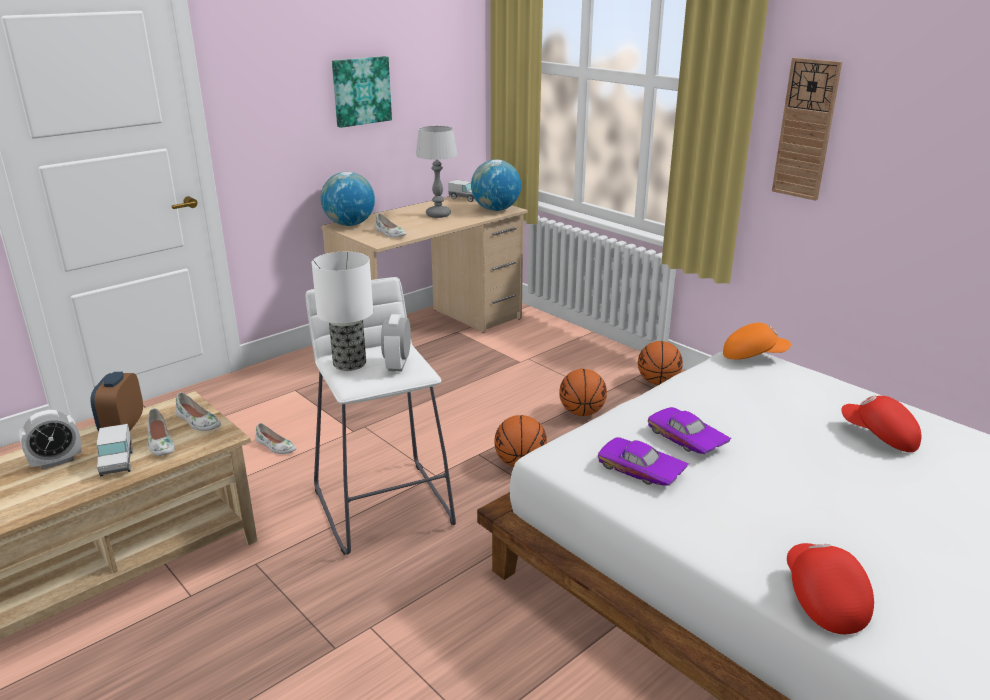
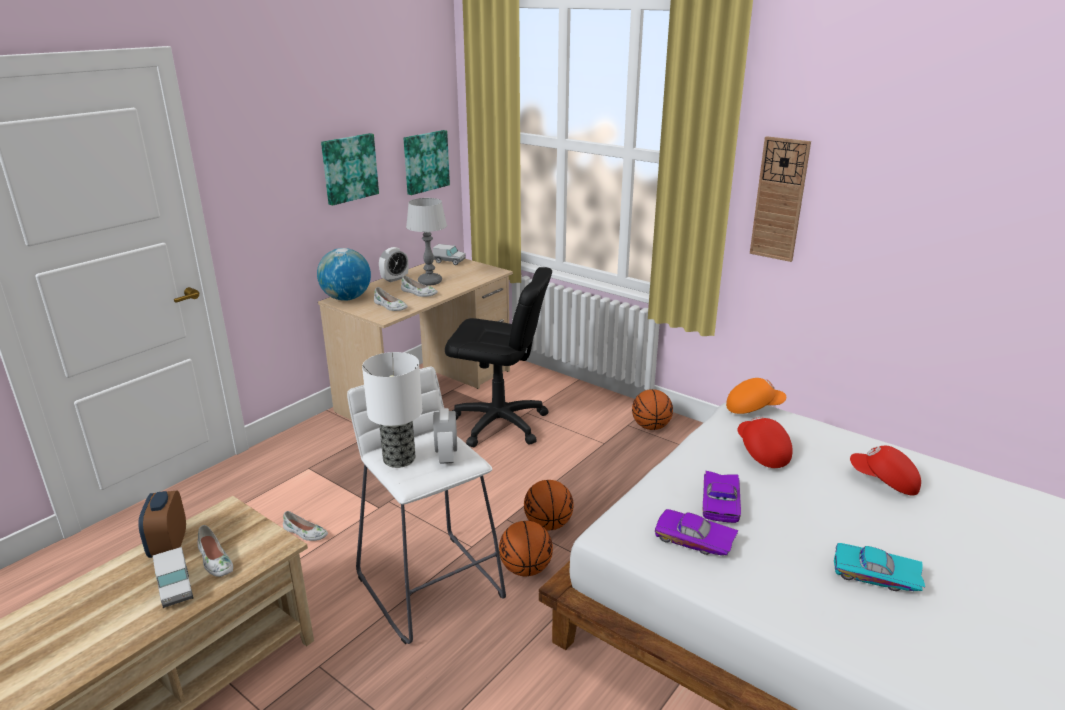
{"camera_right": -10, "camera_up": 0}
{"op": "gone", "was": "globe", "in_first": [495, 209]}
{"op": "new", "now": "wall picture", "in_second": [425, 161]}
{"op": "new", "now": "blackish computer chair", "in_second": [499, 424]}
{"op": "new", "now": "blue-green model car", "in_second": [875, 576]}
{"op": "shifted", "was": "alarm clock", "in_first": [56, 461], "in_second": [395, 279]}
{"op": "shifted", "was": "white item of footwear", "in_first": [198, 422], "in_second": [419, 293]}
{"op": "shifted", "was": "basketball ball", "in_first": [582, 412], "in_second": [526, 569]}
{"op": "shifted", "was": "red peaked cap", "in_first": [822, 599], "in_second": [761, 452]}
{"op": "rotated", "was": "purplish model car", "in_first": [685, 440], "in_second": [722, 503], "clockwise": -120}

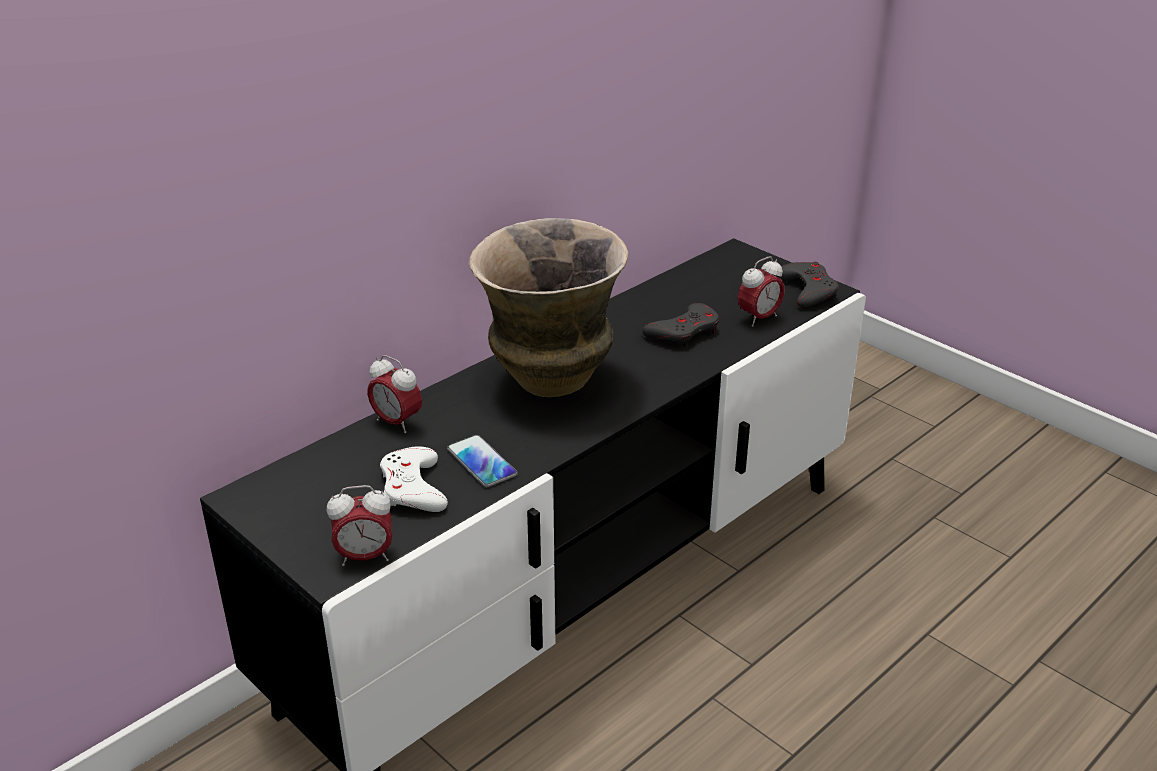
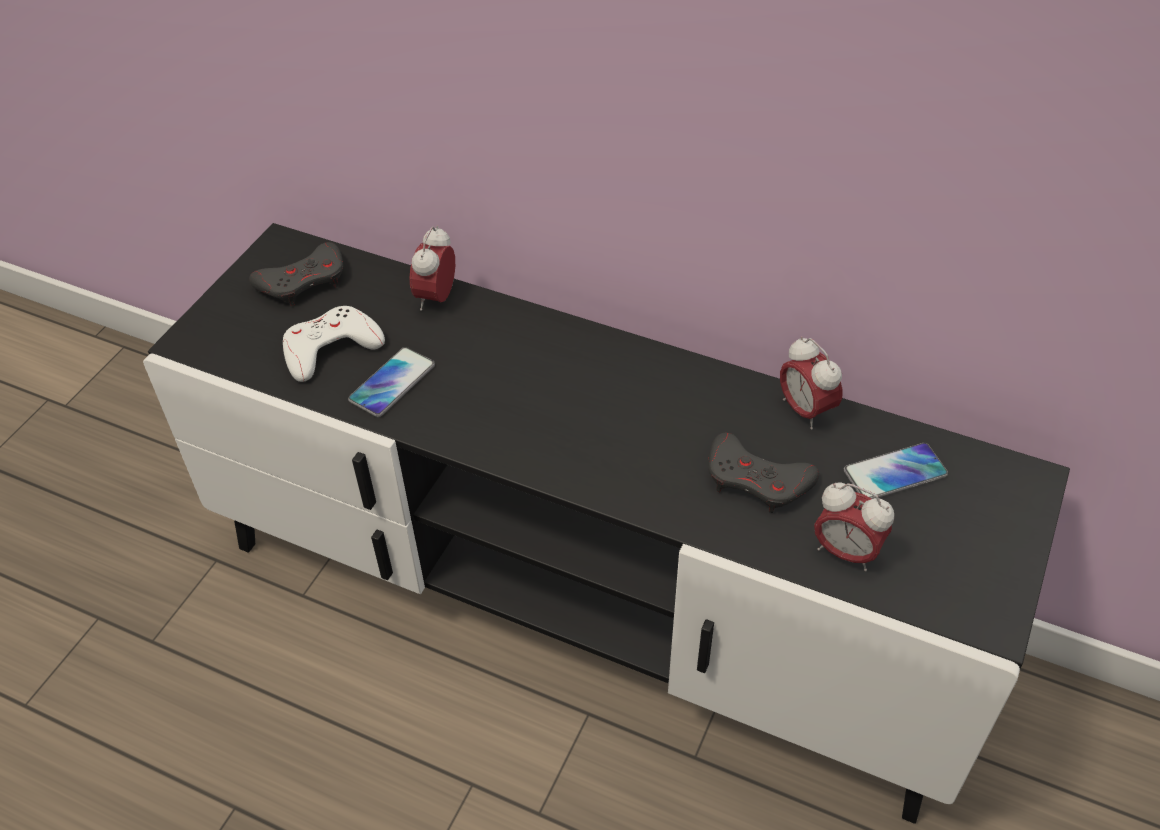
{"camera_right": 70, "camera_up": 15}
{"op": "gone", "was": "decorative vase", "in_first": [551, 381]}
{"op": "new", "now": "handset", "in_second": [895, 473]}
{"op": "shifted", "was": "alarm clock", "in_first": [365, 557], "in_second": [805, 410]}
{"op": "shifted", "was": "gray game controller", "in_first": [807, 291], "in_second": [303, 281]}

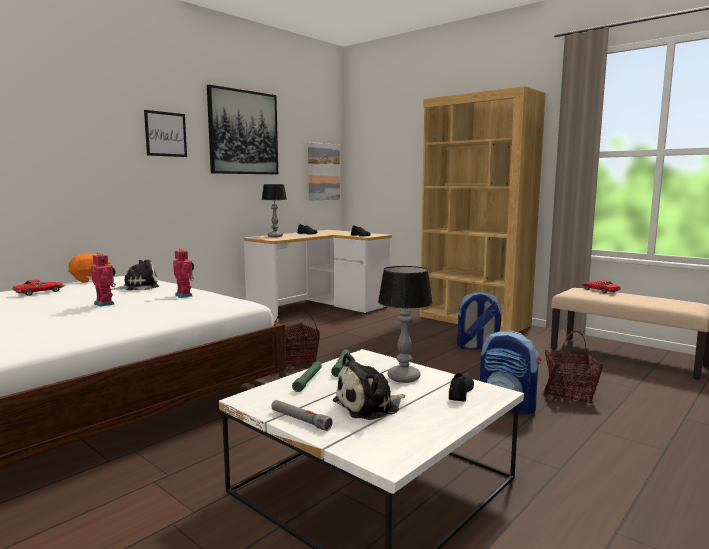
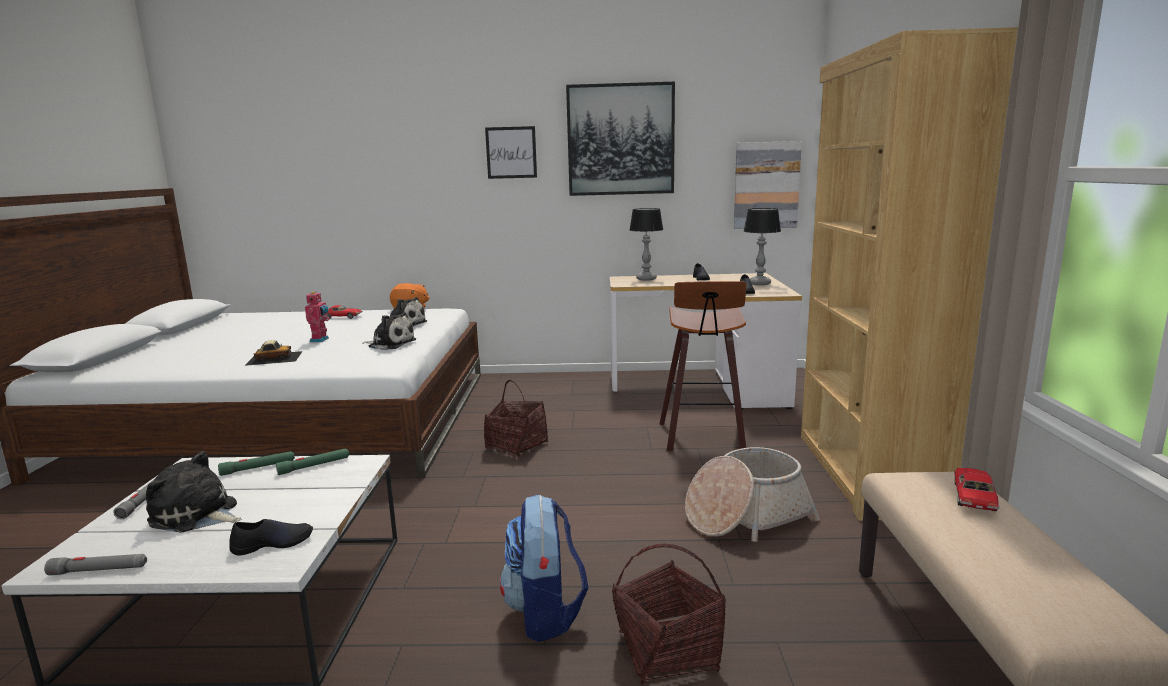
{"camera_right": 50, "camera_up": 5}
{"op": "new", "now": "gray flashlight", "in_second": [99, 570]}
{"op": "new", "now": "model car", "in_second": [274, 358]}
{"op": "new", "now": "stool seat", "in_second": [704, 438]}
{"op": "shifted", "was": "table lamp", "in_first": [403, 377], "in_second": [760, 283]}
{"op": "swapped", "was": "robot figure", "now": "cuddly toy", "in_first": [185, 295], "in_second": [390, 344]}
{"op": "swapped", "was": "rucksack", "now": "household basket", "in_first": [477, 347], "in_second": [746, 516]}

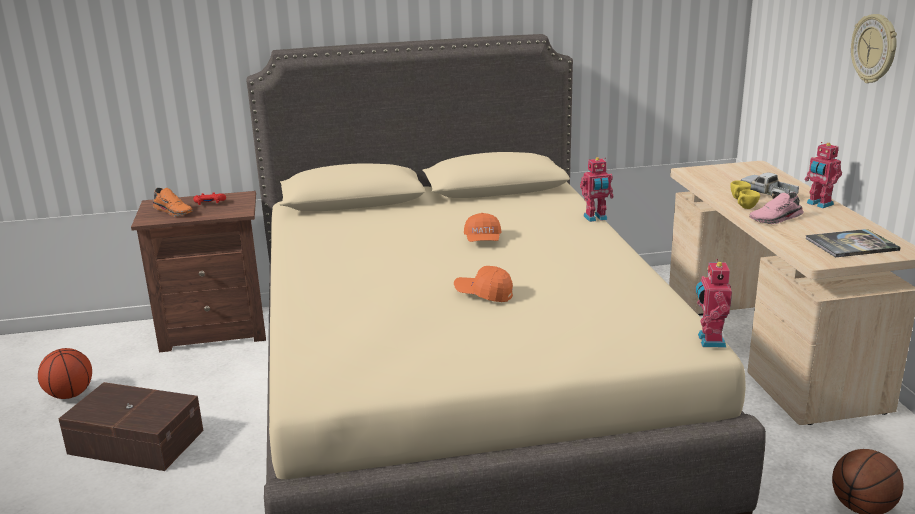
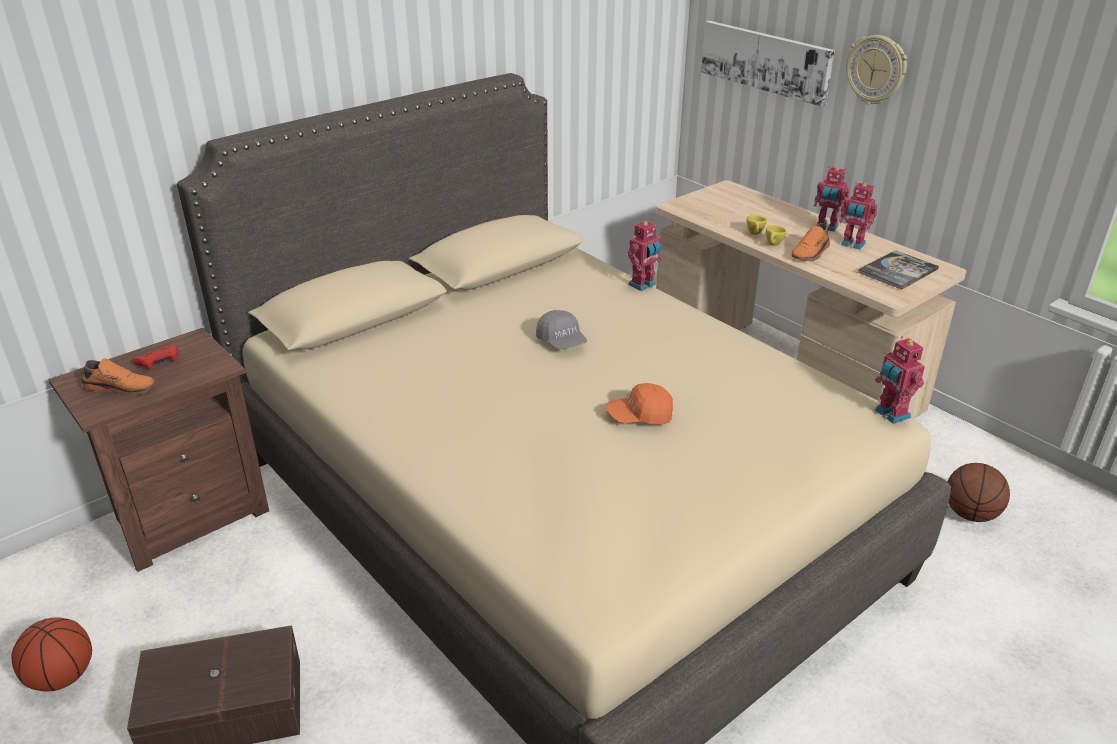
{"camera_right": -30, "camera_up": 10}
{"op": "gone", "was": "model truck", "in_first": [768, 194]}
{"op": "new", "now": "wall picture", "in_second": [765, 61]}
{"op": "new", "now": "robot figure", "in_second": [852, 244]}
{"op": "repainted", "was": "orangey peaked cap", "now": "gray peaked cap", "in_first": [483, 240], "in_second": [561, 342]}
{"op": "repainted", "was": "pinkish item of footwear", "now": "orangey item of footwear", "in_first": [776, 219], "in_second": [811, 253]}

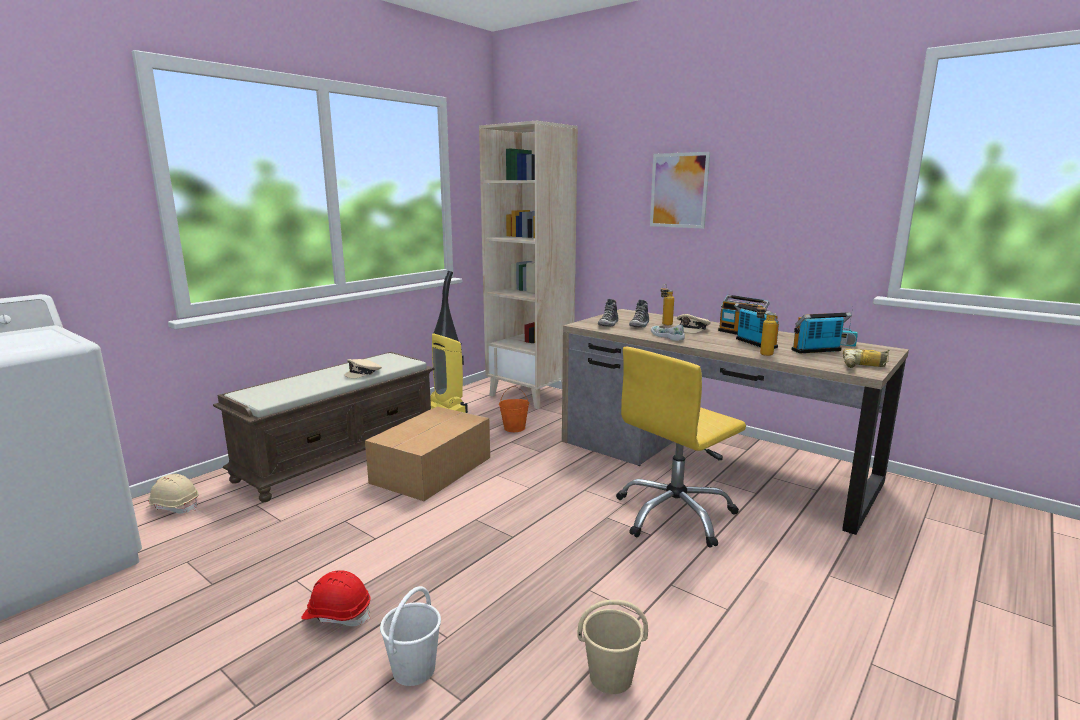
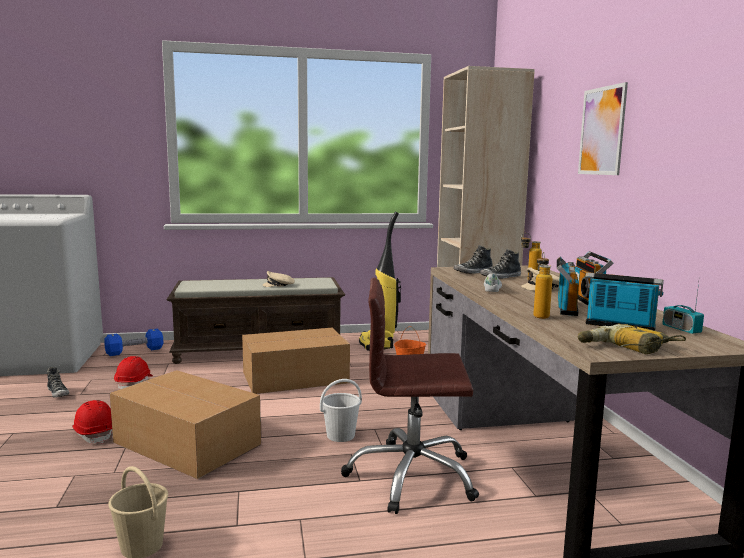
{"camera_right": 40, "camera_up": -5}
{"op": "new", "now": "item of footwear", "in_second": [58, 393]}
{"op": "new", "now": "carton", "in_second": [186, 442]}
{"op": "new", "now": "red safety helmet", "in_second": [134, 383]}
{"op": "shifted", "was": "white bucket", "in_first": [414, 669], "in_second": [341, 435]}
{"op": "swapped", "was": "beige-coloured safety helmet", "now": "blue-coloured dumbbell", "in_first": [174, 506], "in_second": [134, 351]}
{"op": "repainted", "was": "yellowish computer chair", "now": "brown computer chair", "in_first": [675, 515], "in_second": [411, 476]}

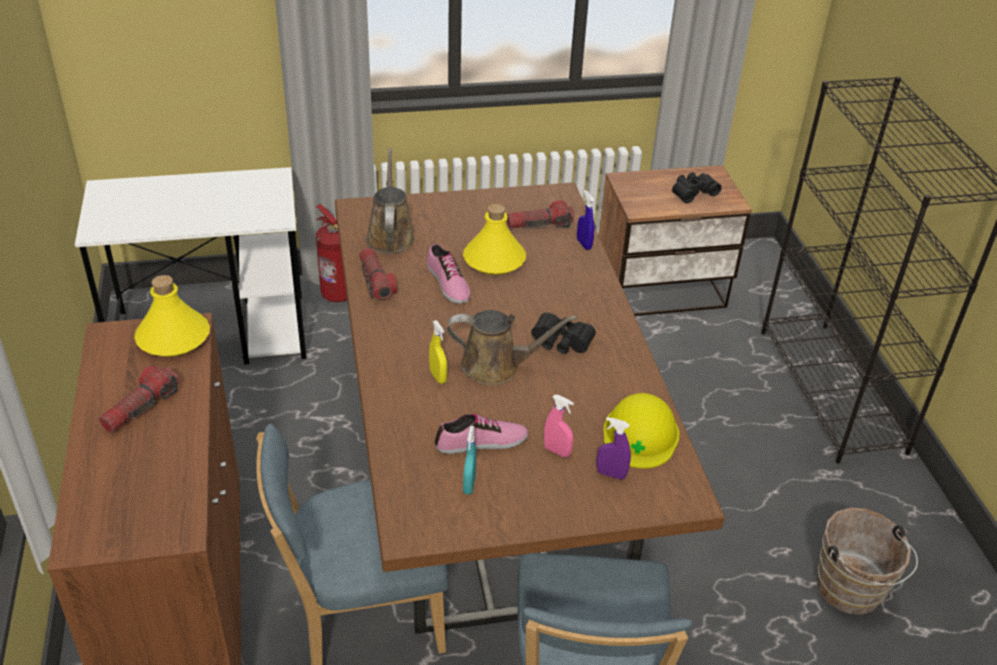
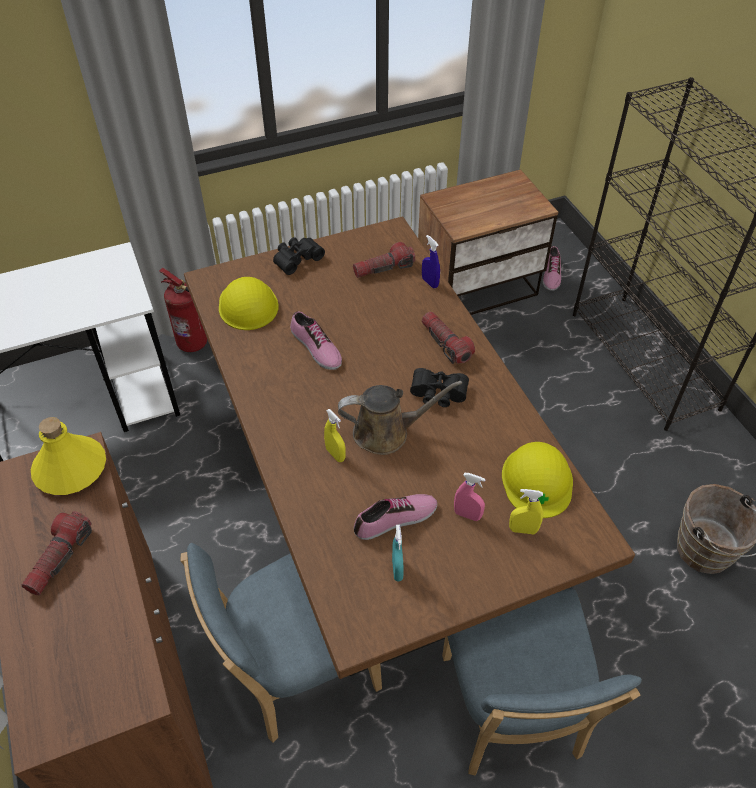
{"camera_right": -10, "camera_up": 10}
{"op": "gone", "was": "yellowish beverage bottle", "in_first": [494, 260]}
{"op": "new", "now": "item of footwear", "in_second": [550, 274]}
{"op": "shifted", "was": "flashlight", "in_first": [376, 281], "in_second": [446, 343]}
{"op": "shifted", "was": "blackish field glasses", "in_first": [693, 192], "in_second": [296, 259]}
{"op": "swapped", "was": "brown sprinkling can", "now": "yellowish safety helmet", "in_first": [390, 236], "in_second": [248, 305]}
{"op": "repainted", "was": "purplish spray bottle", "now": "yellowish spray bottle", "in_first": [611, 474], "in_second": [523, 530]}

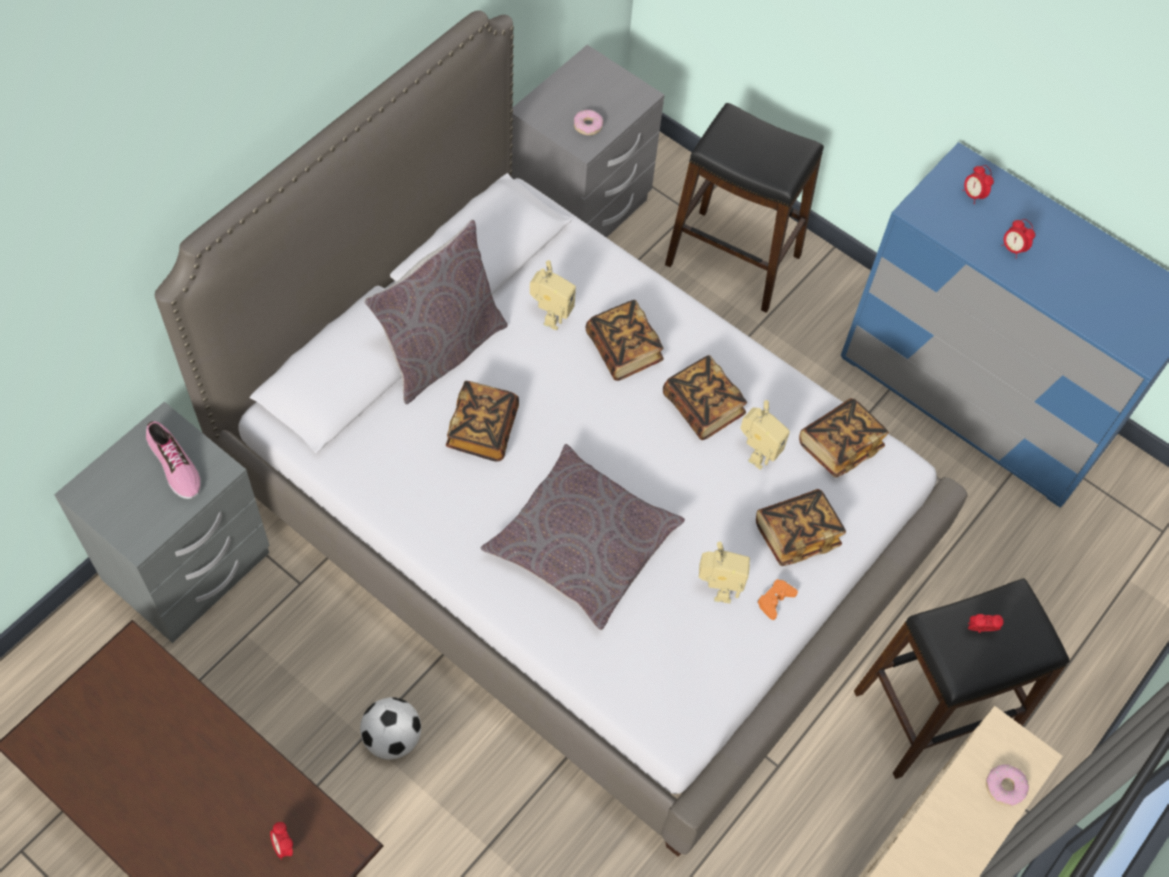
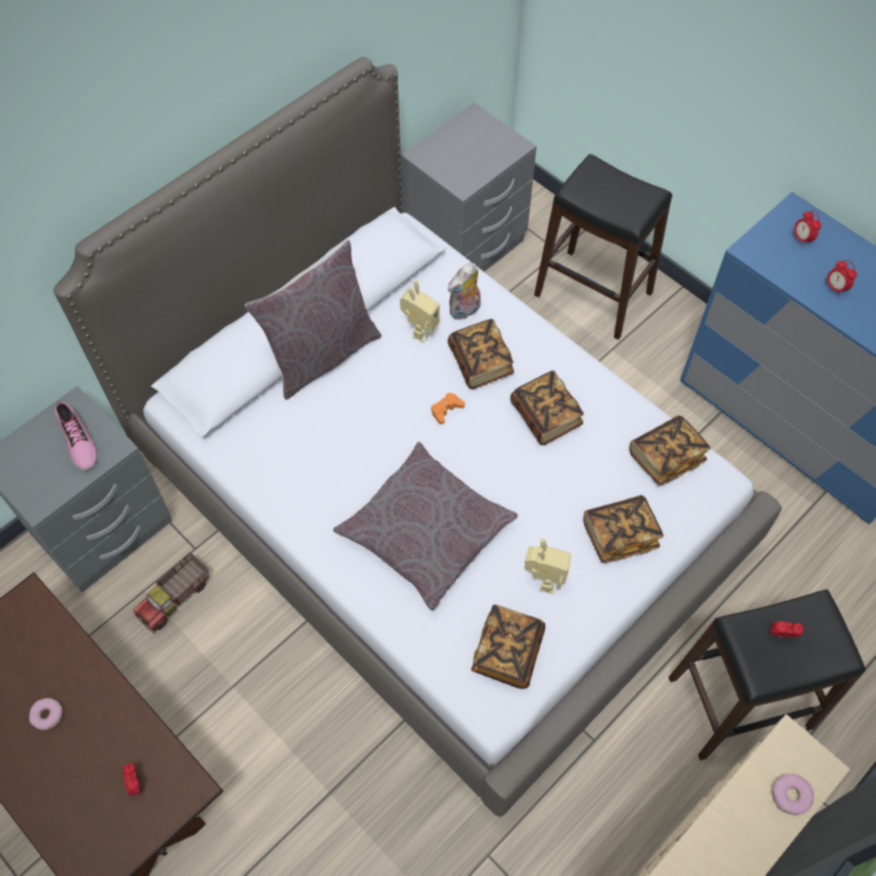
{"camera_right": 10, "camera_up": 0}
{"op": "gone", "was": "football", "in_first": [393, 738]}
{"op": "gone", "was": "robot figure", "in_first": [757, 453]}
{"op": "new", "now": "model truck", "in_second": [176, 598]}
{"op": "new", "now": "cuddly toy", "in_second": [465, 311]}
{"op": "shifted", "was": "book", "in_first": [482, 430], "in_second": [507, 652]}
{"op": "shifted", "was": "donut", "in_first": [588, 125], "in_second": [47, 715]}
{"op": "shifted", "was": "orangey game controller", "in_first": [775, 600], "in_second": [446, 410]}

